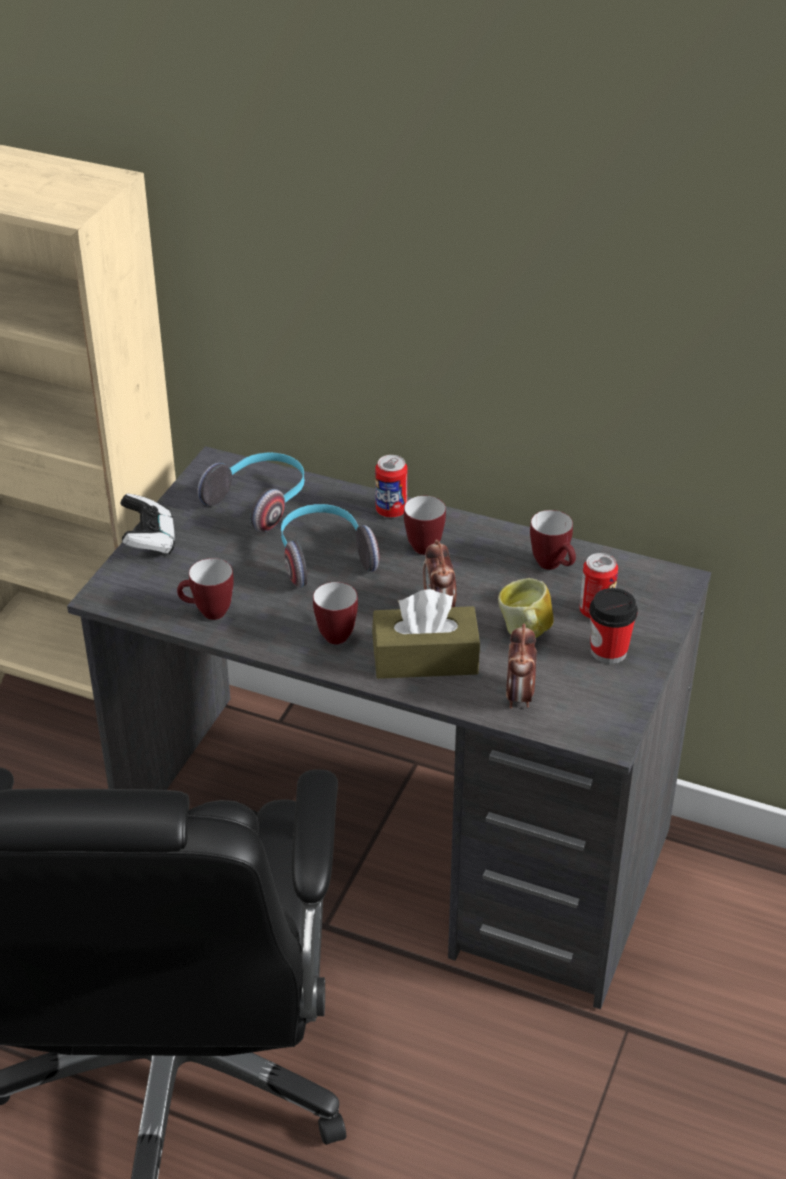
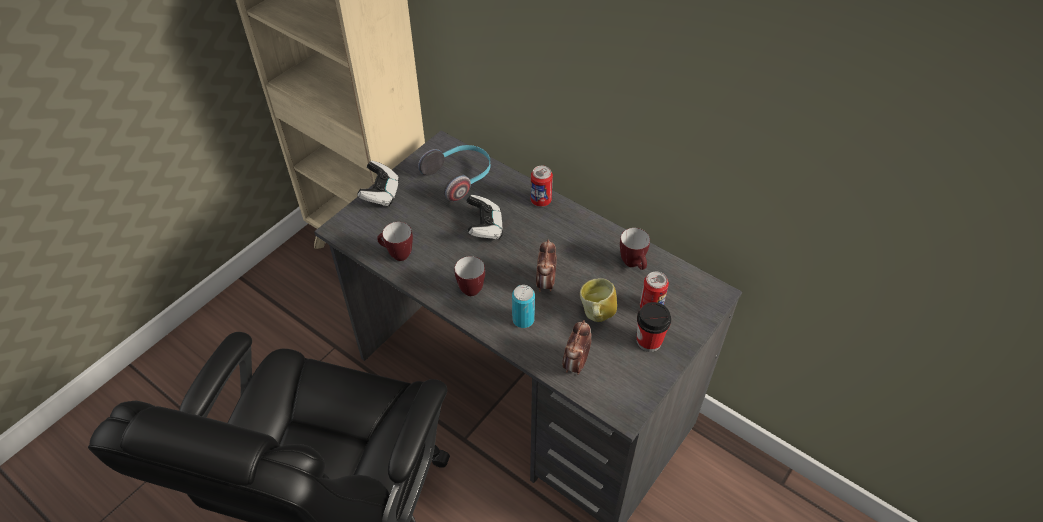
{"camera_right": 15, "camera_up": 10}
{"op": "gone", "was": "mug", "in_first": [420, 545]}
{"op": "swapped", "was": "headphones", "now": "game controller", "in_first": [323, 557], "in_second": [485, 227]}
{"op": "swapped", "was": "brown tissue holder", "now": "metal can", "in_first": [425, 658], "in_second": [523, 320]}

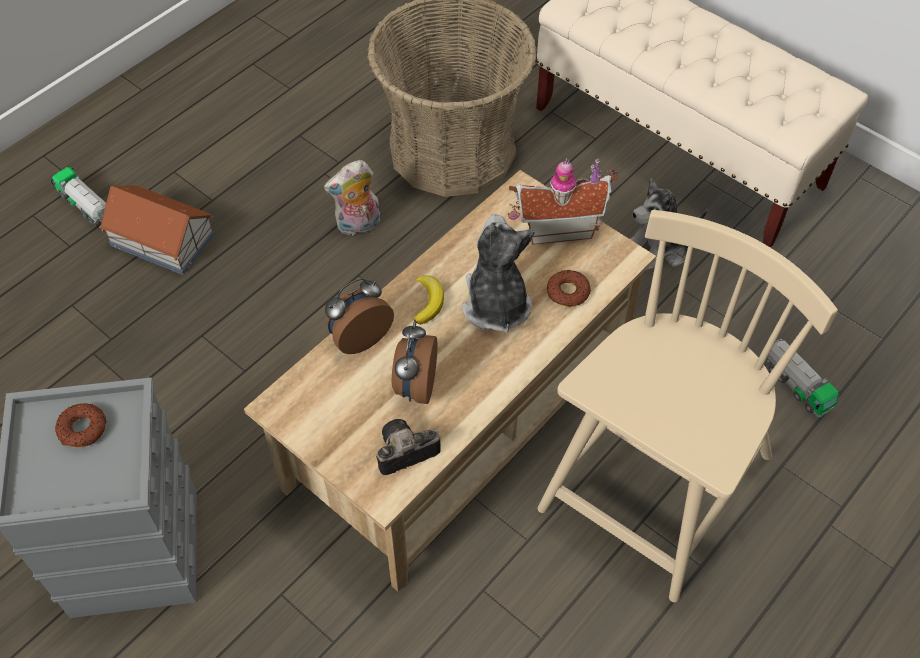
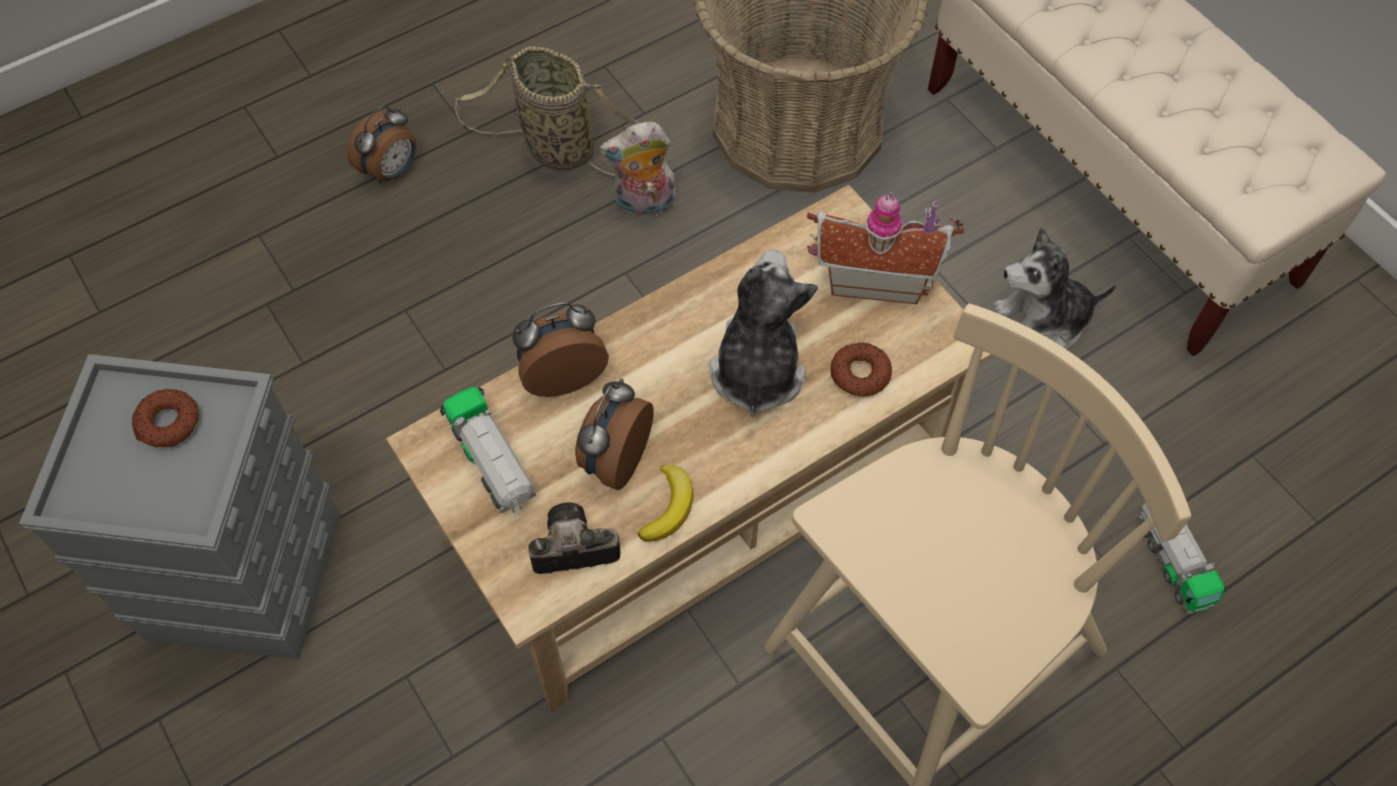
{"camera_right": 15, "camera_up": 5}
{"op": "new", "now": "household basket", "in_second": [554, 148]}
{"op": "shifted", "was": "model truck", "in_first": [86, 206], "in_second": [493, 463]}
{"op": "shifted", "was": "whole banana", "in_first": [428, 301], "in_second": [668, 506]}
{"op": "swapped", "was": "toy house", "now": "alarm clock", "in_first": [162, 239], "in_second": [391, 171]}

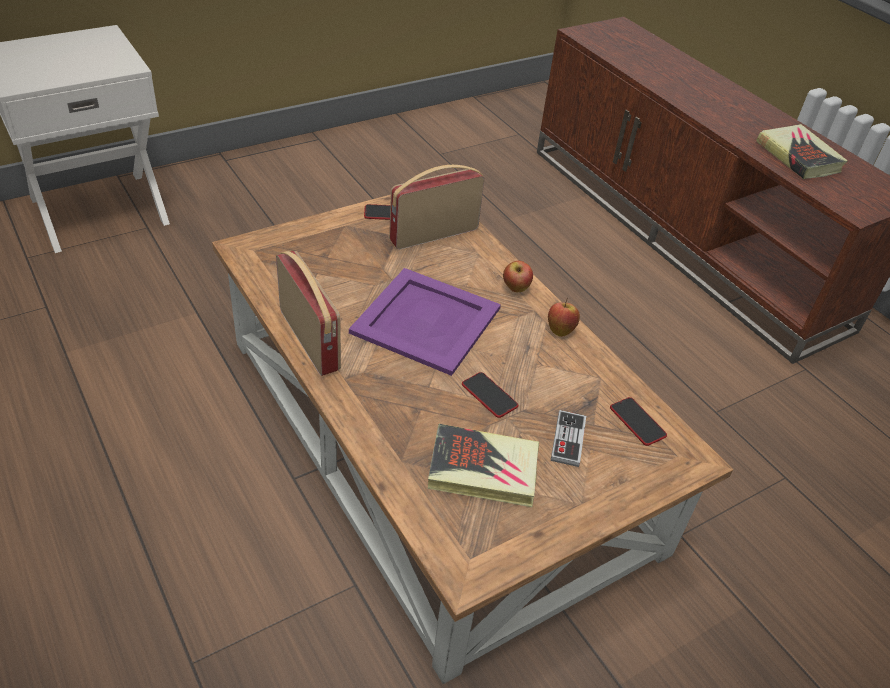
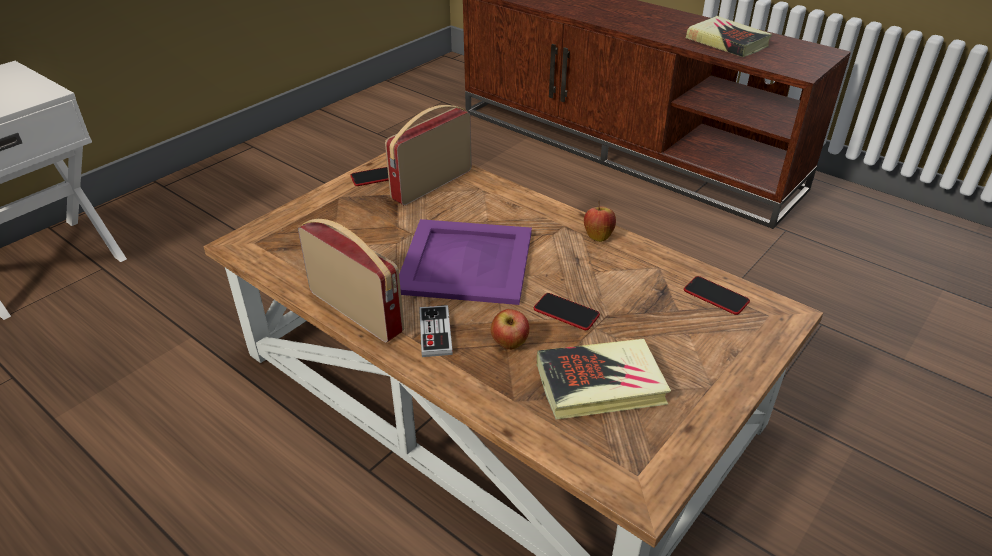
{"camera_right": -15, "camera_up": -5}
{"op": "shifted", "was": "apple", "in_first": [515, 289], "in_second": [509, 344]}
{"op": "shifted", "was": "game controller", "in_first": [568, 439], "in_second": [435, 332]}

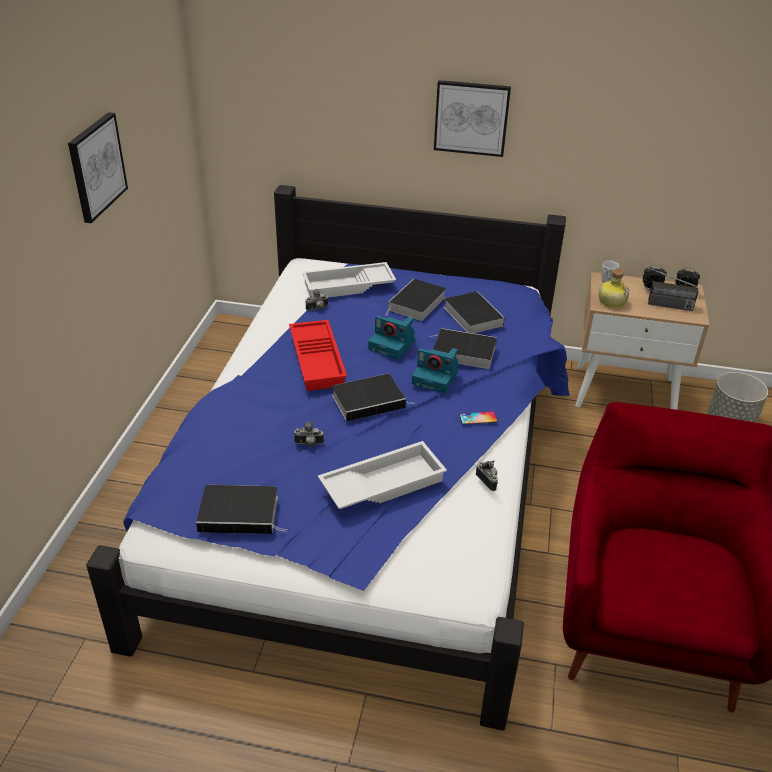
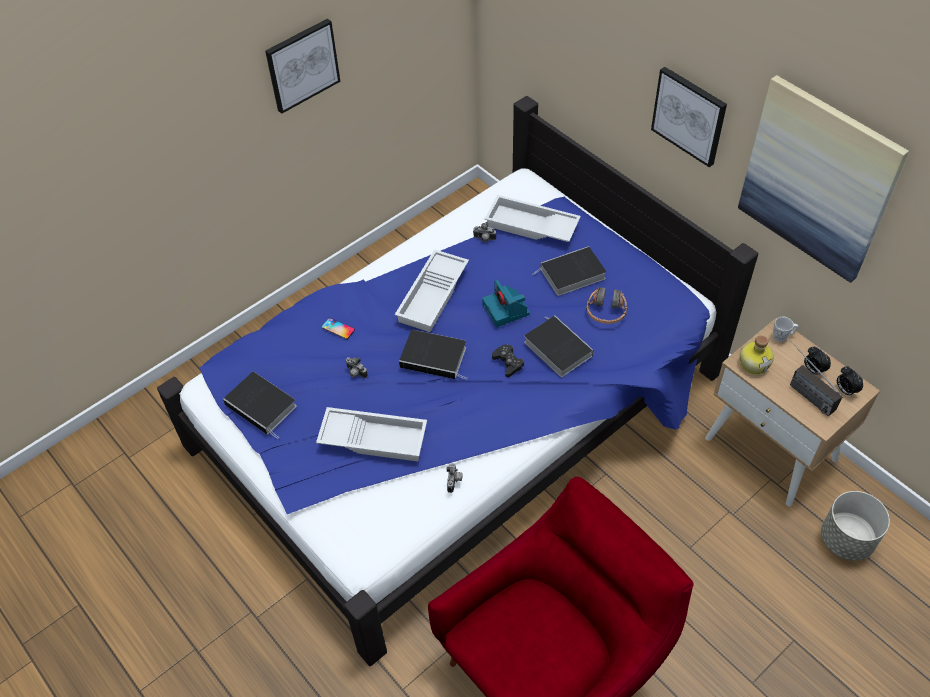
{"camera_right": 40, "camera_up": 15}
{"op": "new", "now": "wall picture", "in_second": [818, 179]}
{"op": "shifted", "was": "handset", "in_first": [478, 418], "in_second": [338, 328]}
{"op": "swapped", "was": "photo camera", "now": "blackish game controller", "in_first": [436, 377], "in_second": [508, 363]}
{"op": "swapped", "was": "book", "now": "headphones", "in_first": [471, 315], "in_second": [606, 312]}
{"op": "repainted", "was": "red tray", "now": "white tray", "in_first": [319, 360], "in_second": [434, 296]}

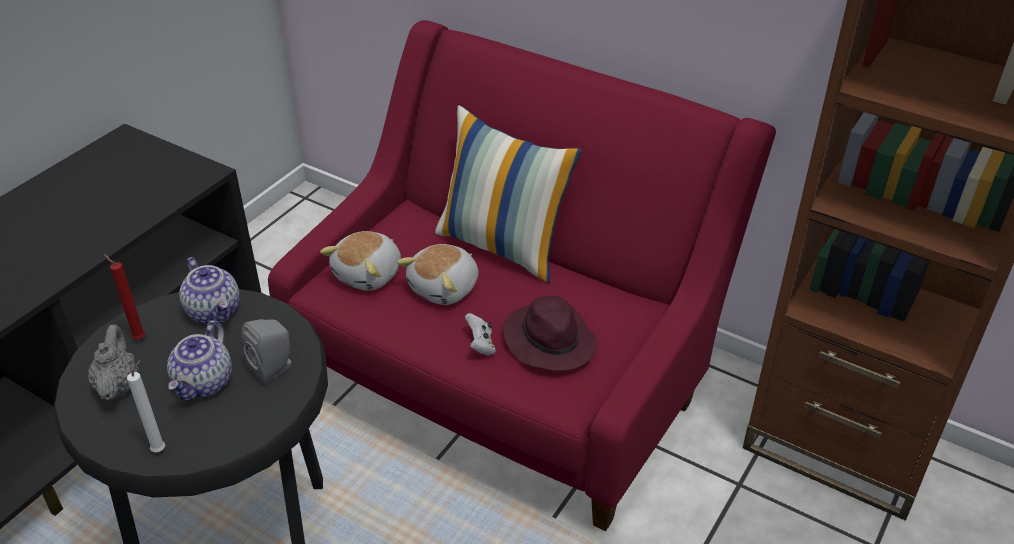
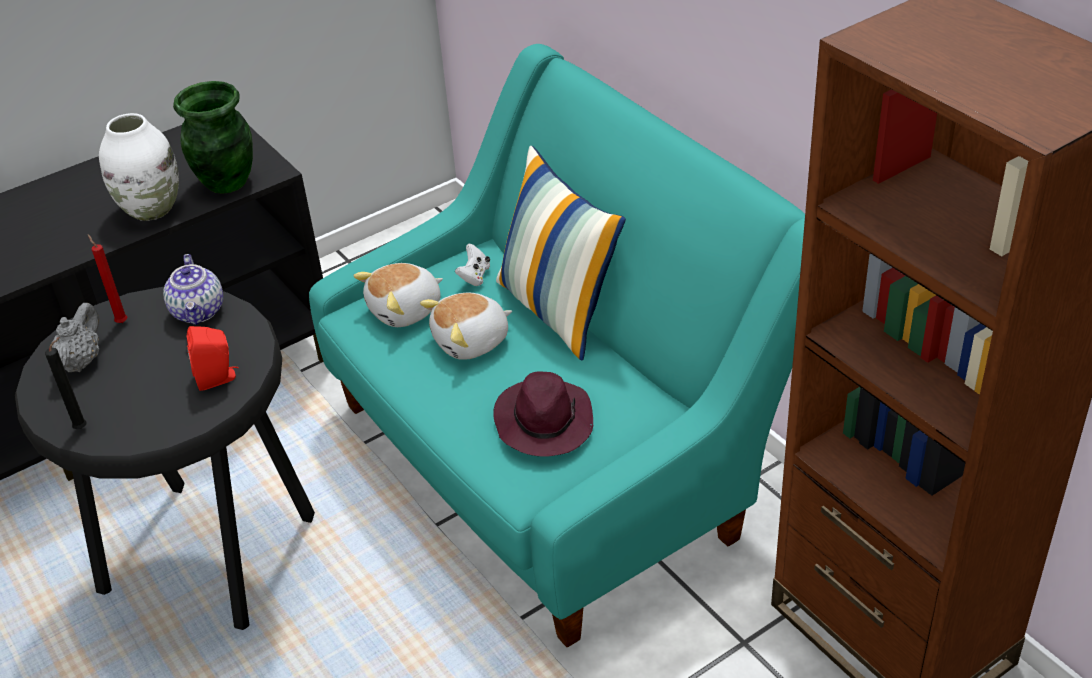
{"camera_right": 25, "camera_up": 0}
{"op": "gone", "was": "tea pot", "in_first": [205, 383]}
{"op": "new", "now": "white decorative vase", "in_second": [151, 210]}
{"op": "new", "now": "green decorative vase", "in_second": [226, 183]}
{"op": "shifted", "was": "white game controller", "in_first": [481, 345], "in_second": [474, 276]}
{"op": "repainted", "was": "white wax candle", "now": "blackish wax candle", "in_first": [161, 449], "in_second": [83, 427]}
{"op": "repainted", "was": "gray speaker", "now": "red speaker", "in_first": [274, 368], "in_second": [218, 378]}
{"op": "repainted", "was": "red sofa", "now": "blue-green sofa", "in_first": [507, 374], "in_second": [556, 456]}

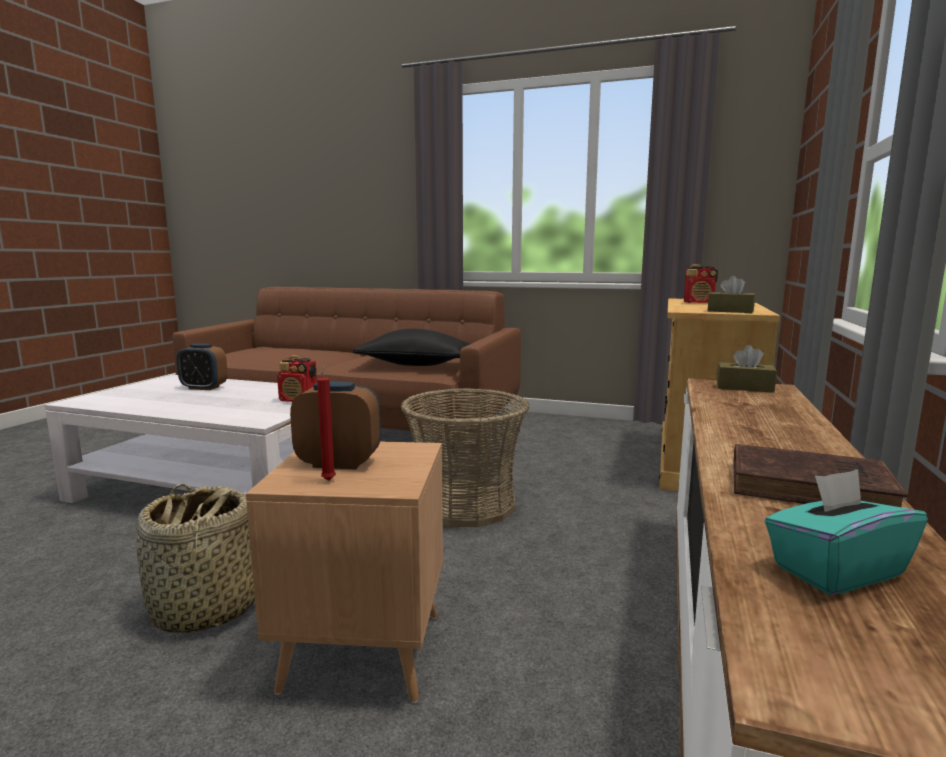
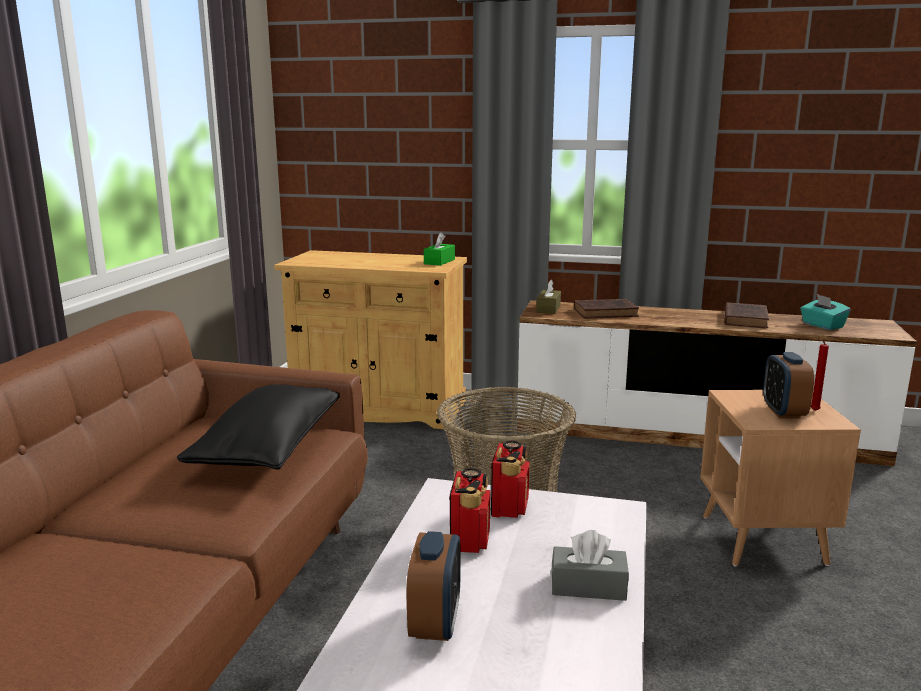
{"camera_right": -95, "camera_up": 5}
{"op": "gone", "was": "household basket", "in_first": [206, 608]}
{"op": "new", "now": "gray tissue holder", "in_second": [588, 586]}
{"op": "new", "now": "brown book", "in_second": [607, 313]}
{"op": "shifted", "was": "radio set", "in_first": [699, 302], "in_second": [470, 539]}
{"op": "repainted", "was": "brown tissue holder", "now": "green tissue holder", "in_first": [730, 311], "in_second": [439, 262]}

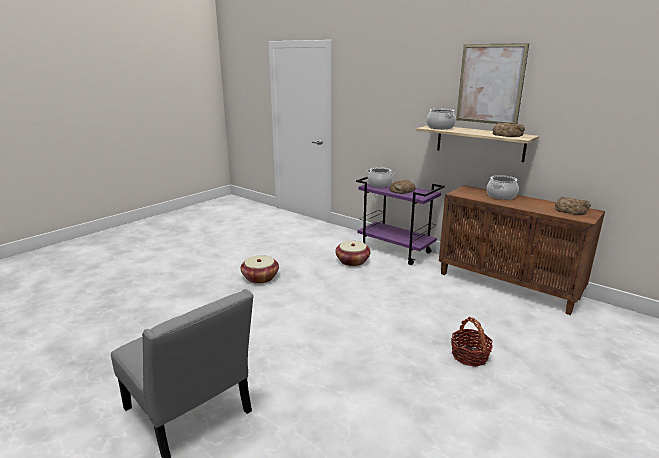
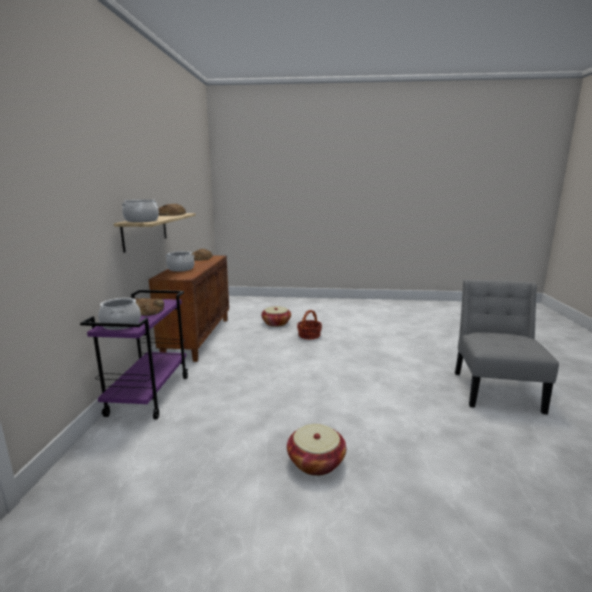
{"camera_right": -125, "camera_up": -5}
{"op": "gone", "was": "wall picture", "in_first": [490, 84]}
{"op": "shifted", "was": "household basket", "in_first": [352, 261], "in_second": [276, 323]}

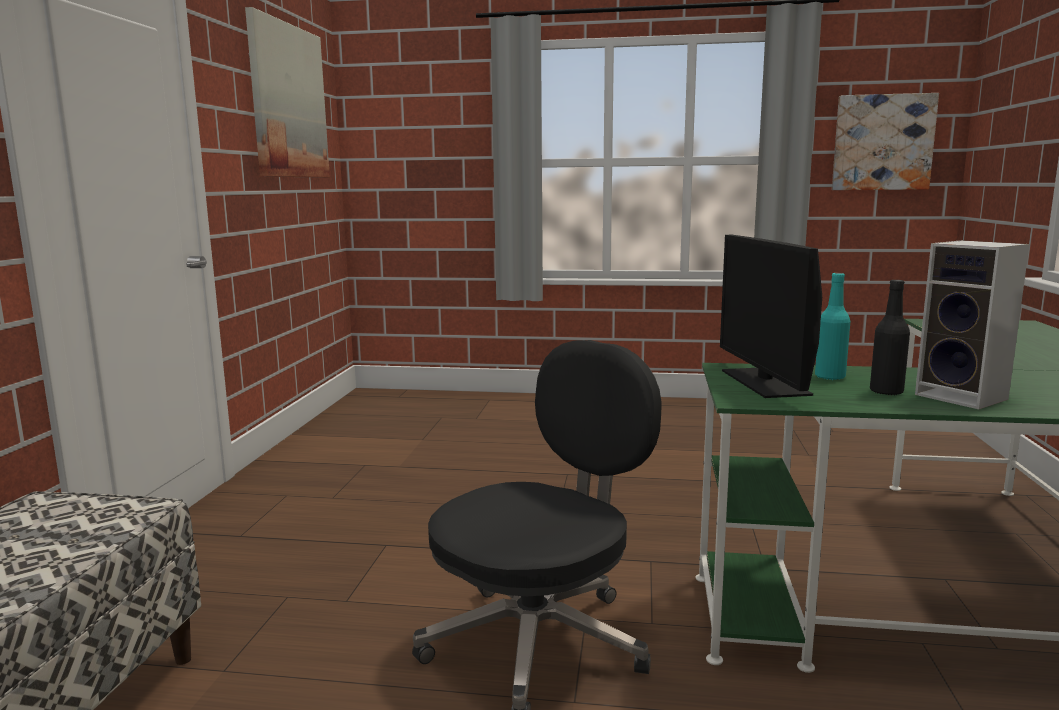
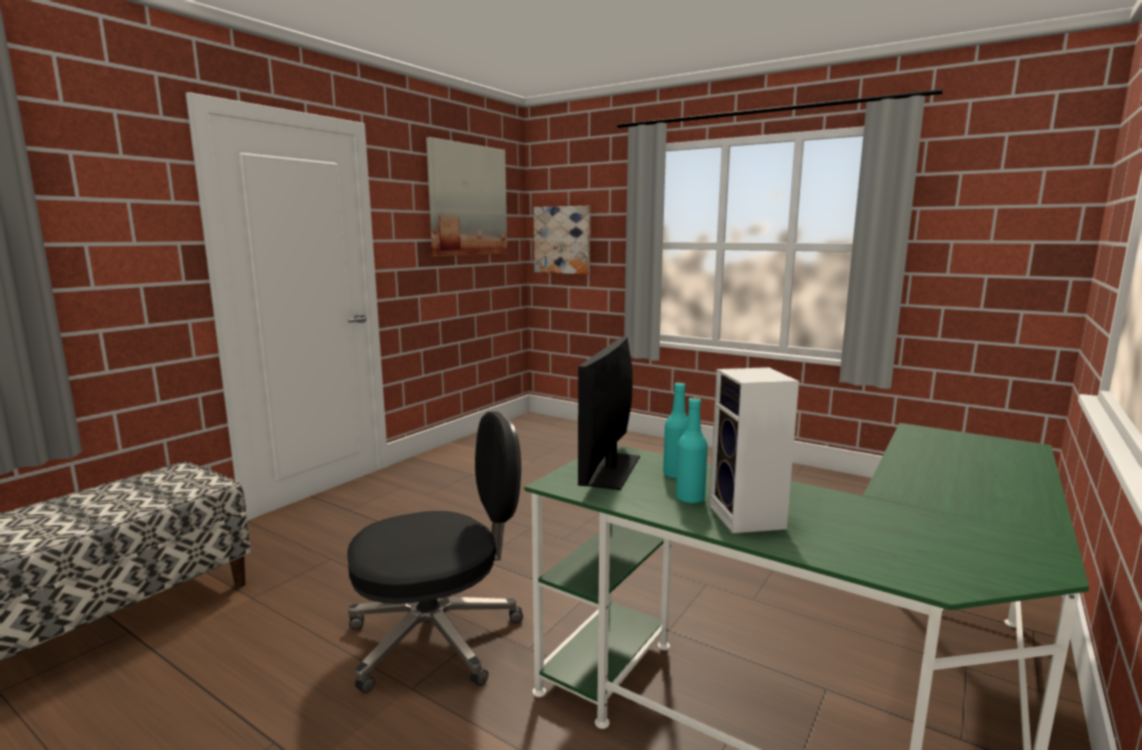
{"camera_right": 25, "camera_up": 0}
{"op": "shifted", "was": "wall picture", "in_first": [882, 142], "in_second": [562, 240]}
{"op": "repainted", "was": "blackish beverage bottle", "now": "blue-green beverage bottle", "in_first": [886, 392], "in_second": [690, 498]}

